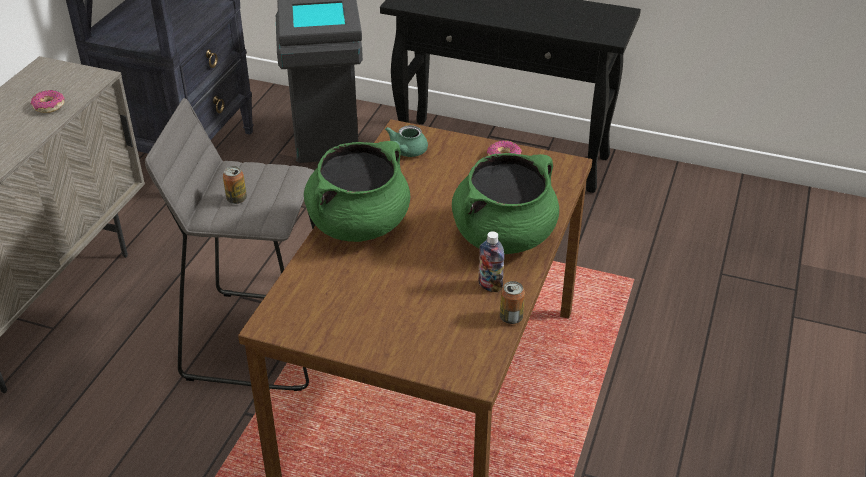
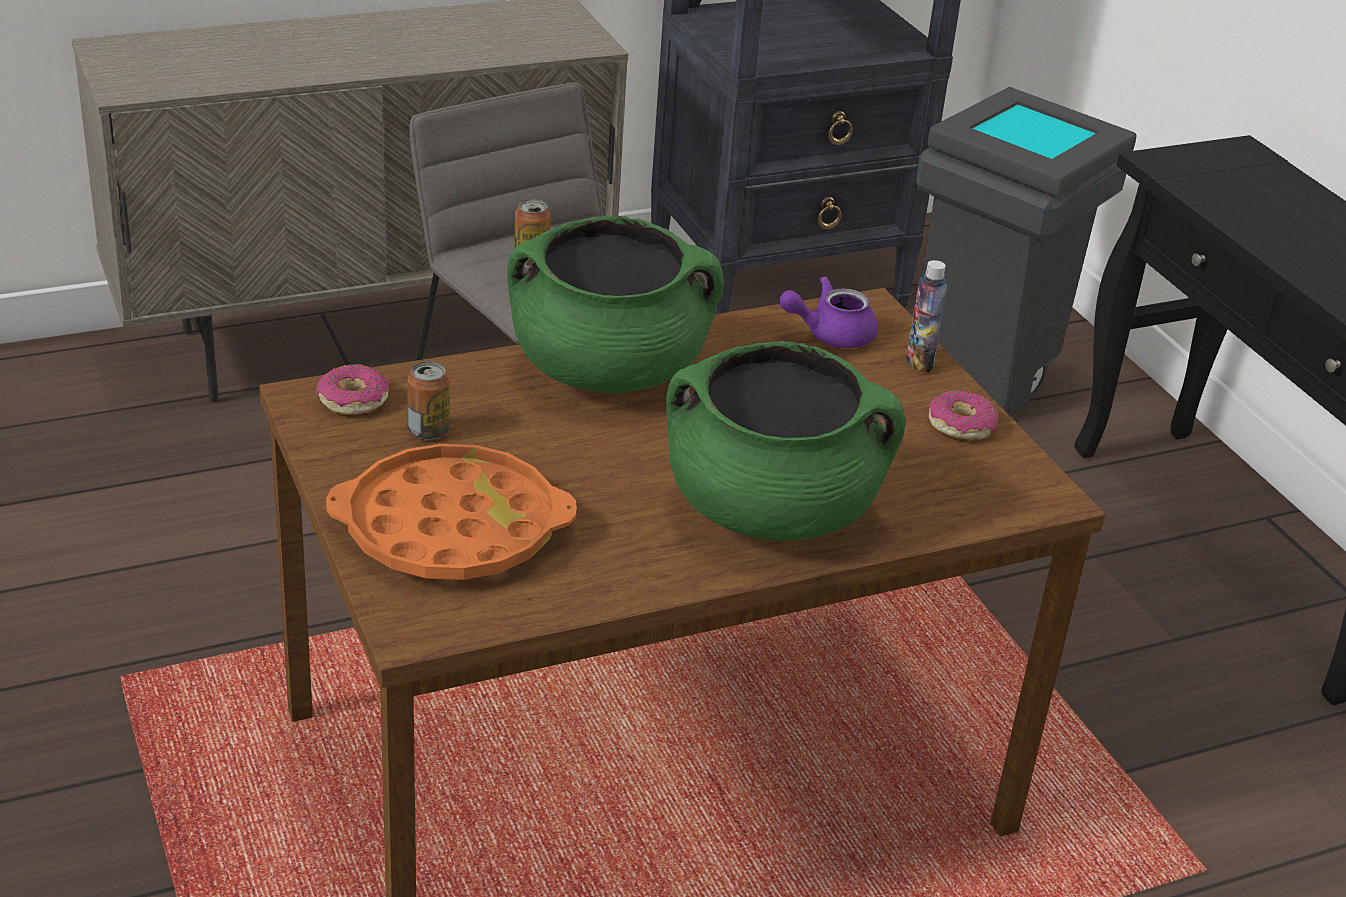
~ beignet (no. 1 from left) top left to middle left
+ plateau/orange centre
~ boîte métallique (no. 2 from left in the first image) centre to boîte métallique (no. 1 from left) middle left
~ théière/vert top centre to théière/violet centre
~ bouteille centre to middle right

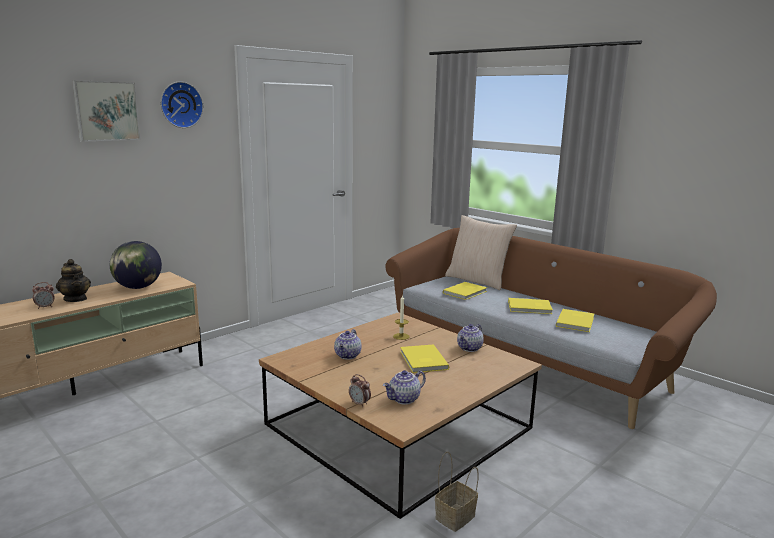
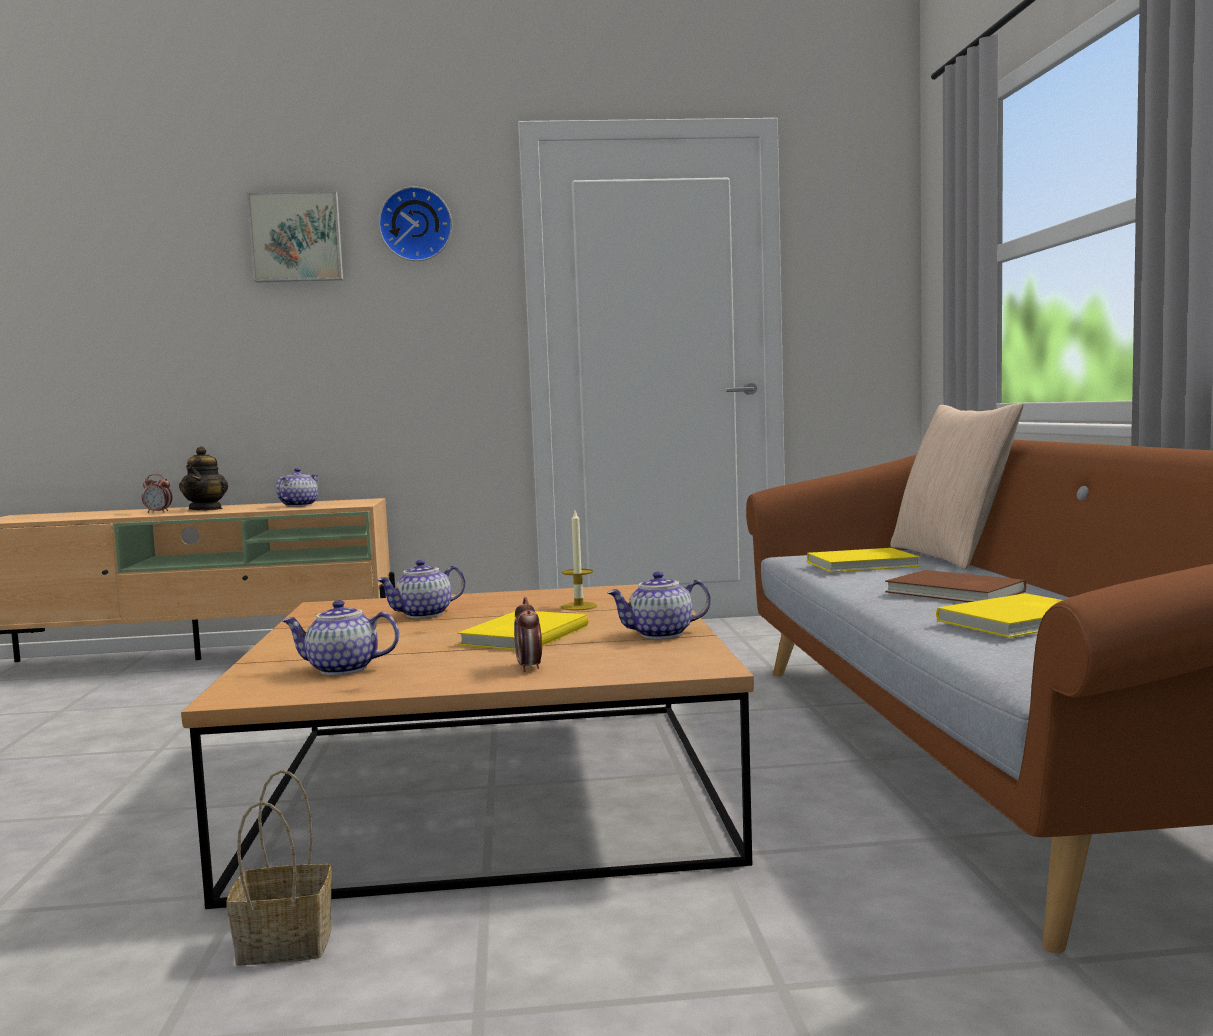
~ globe middle left to théière (no. 2 from left) middle left
~ réveil (no. 2 from left) bottom centre to centre
~ livre/jaune (no. 3 from left) middle right to livre/marron middle right

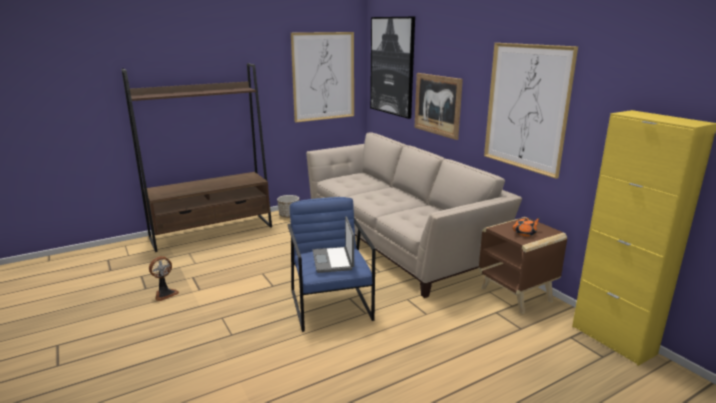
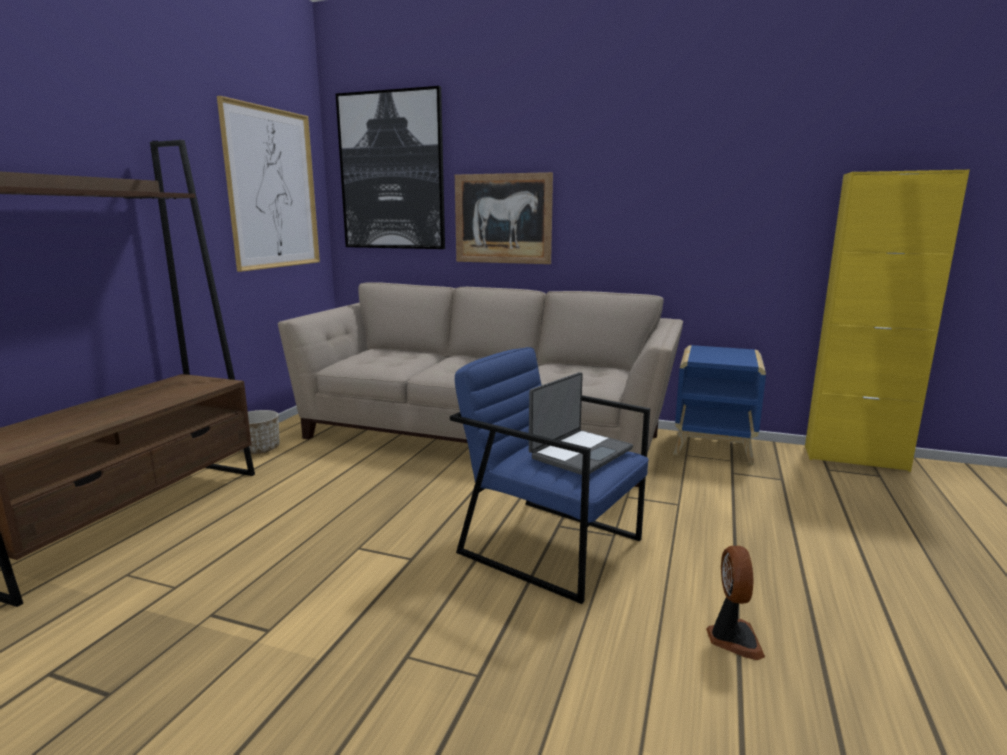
~ ordinateur portable centre = centre 90 degrees counterclockwise
~ table d'appoint/marron middle right to table d'appoint/bleu middle right
~ ventilateur bottom left to bottom right
- tableau (no. 4 from left) top right
- théière/orange middle right

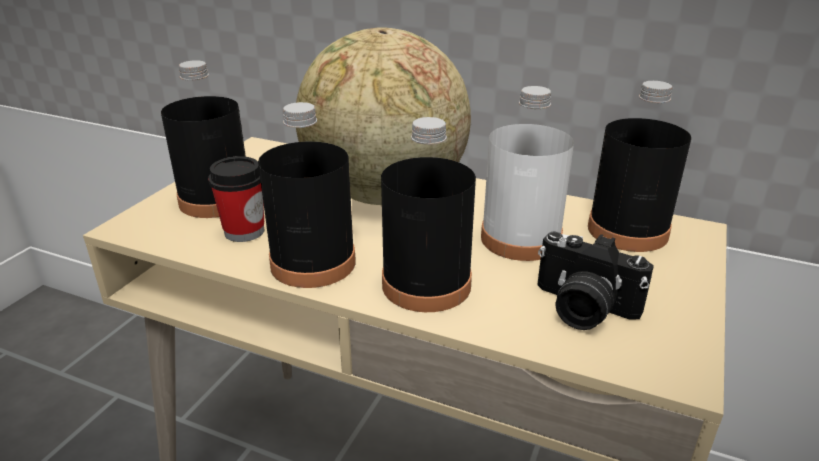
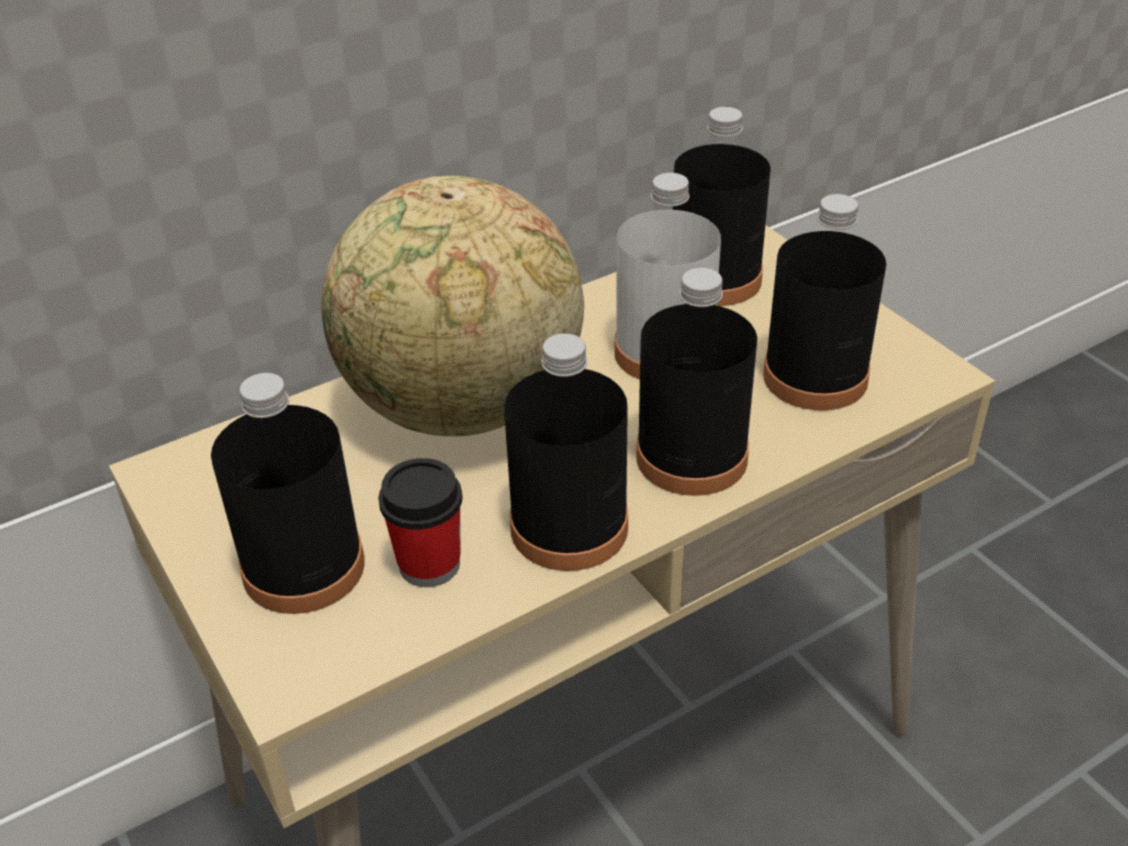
~ appareil photo middle right to bouteille/noir (no. 5 from left) middle right

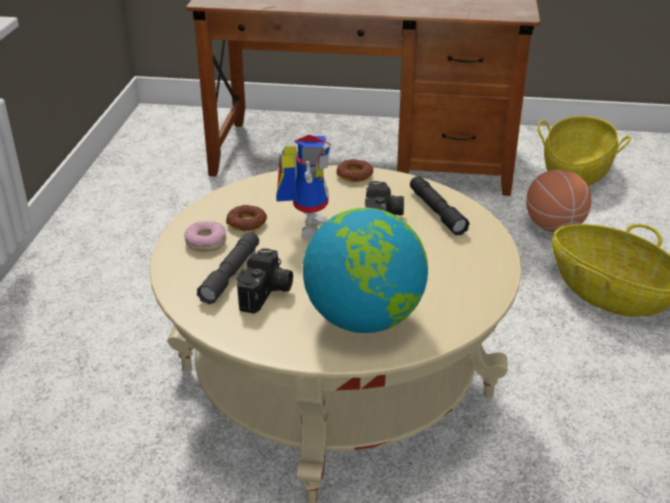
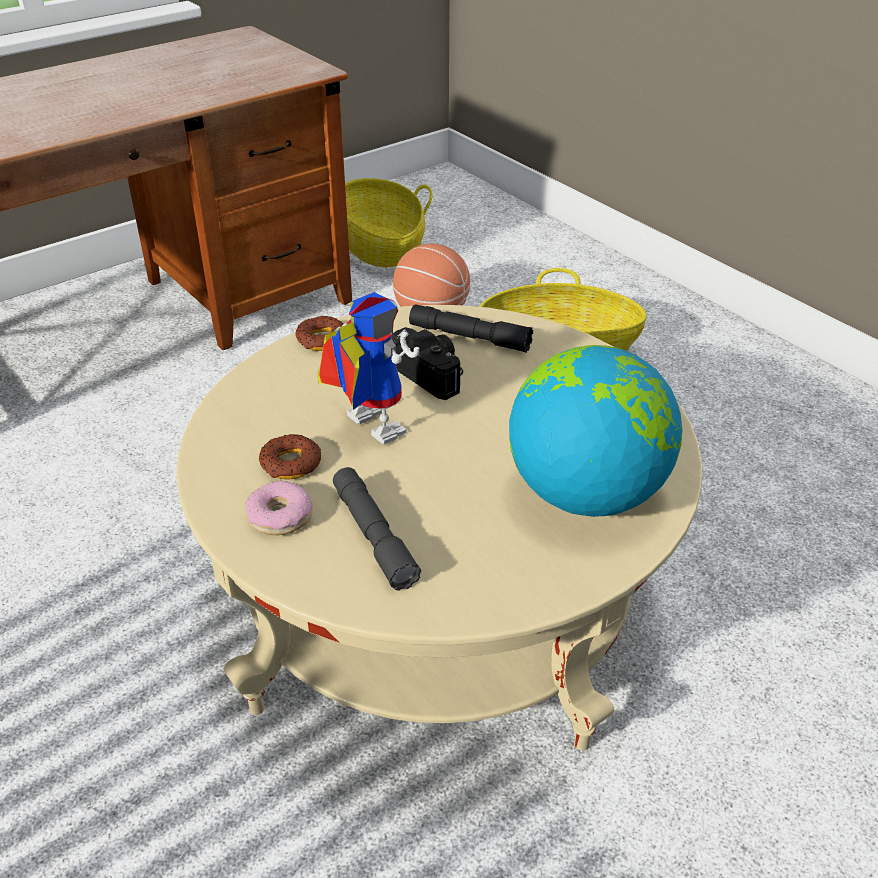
- appareil photo (no. 1 from left) centre

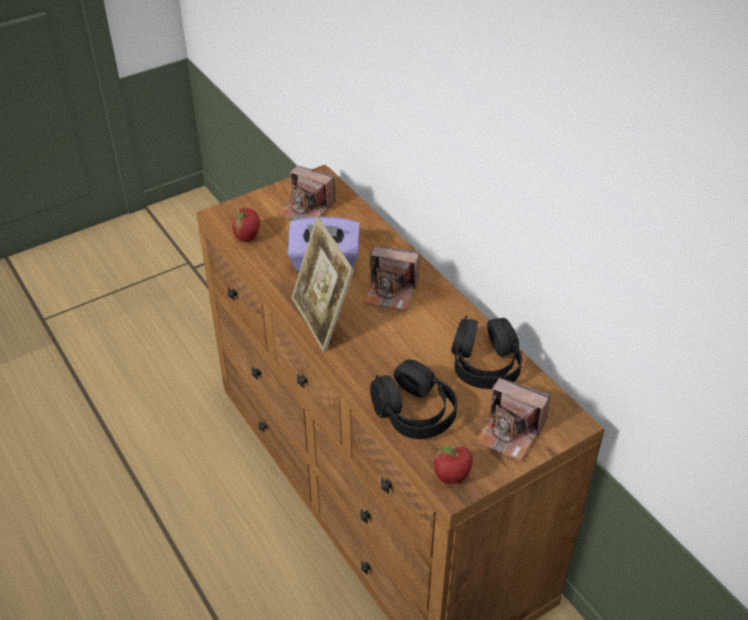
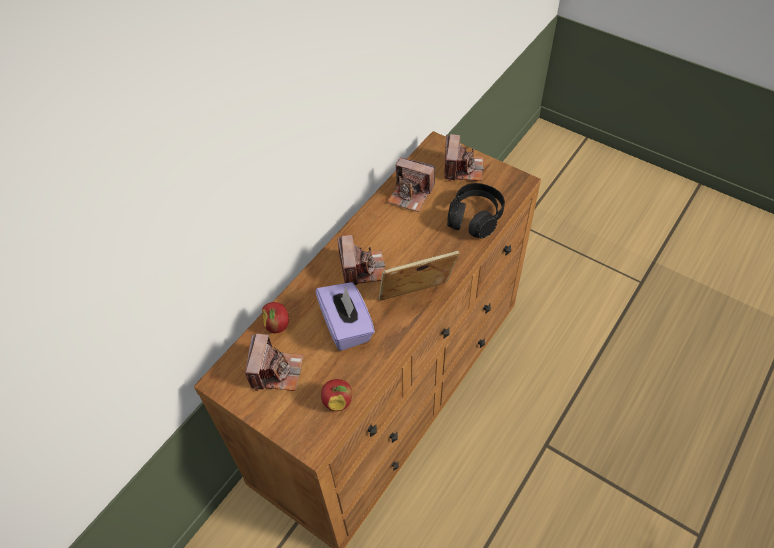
~ pomme (no. 2 from left in the first image) bottom centre to pomme (no. 1 from left) centre
~ cadre photo centre = centre 150 degrees counterclockwise
~ casque audio/noir (no. 2 from left) centre to appareil photo (no. 3 from left) centre

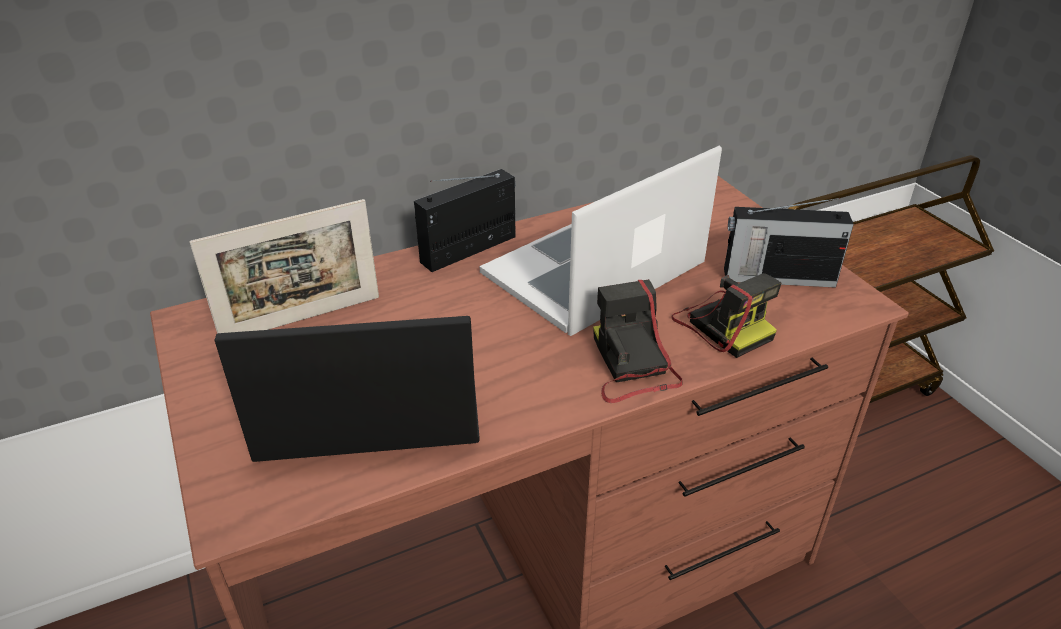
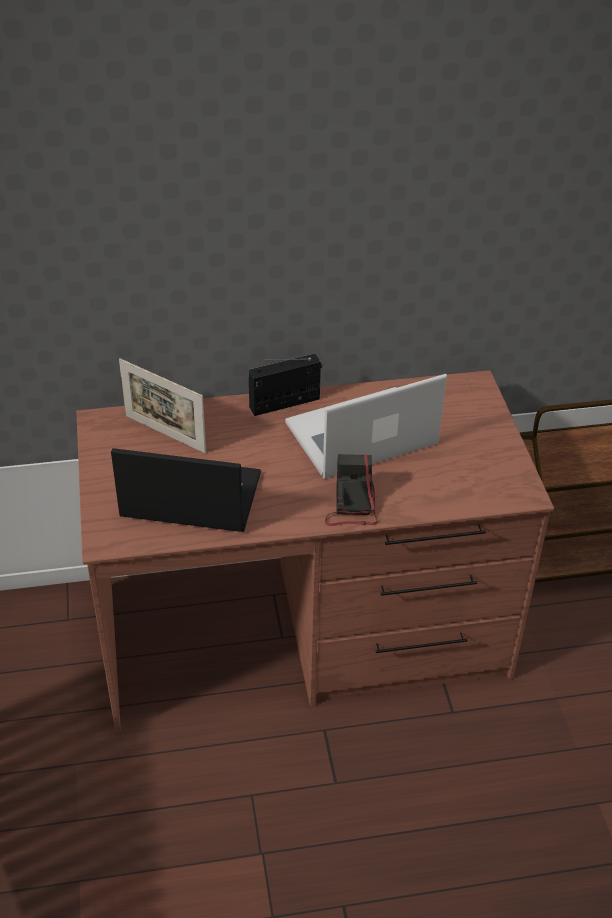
~ cadre photo middle left = middle left 45 degrees clockwise
- appareil photo (no. 2 from left) middle right
- radio (no. 2 from left) middle right

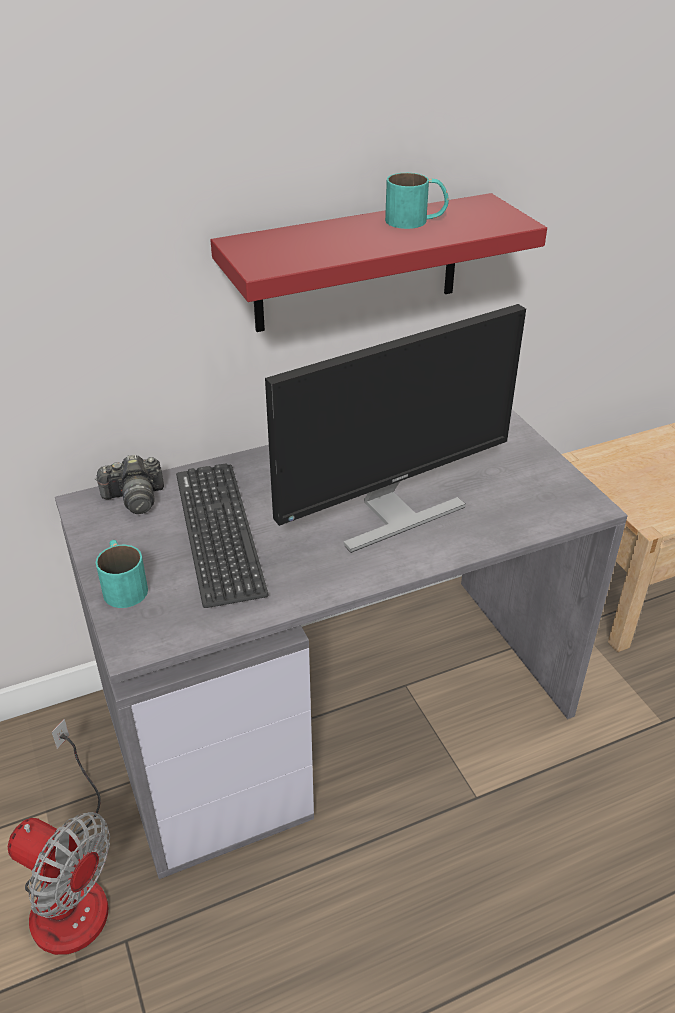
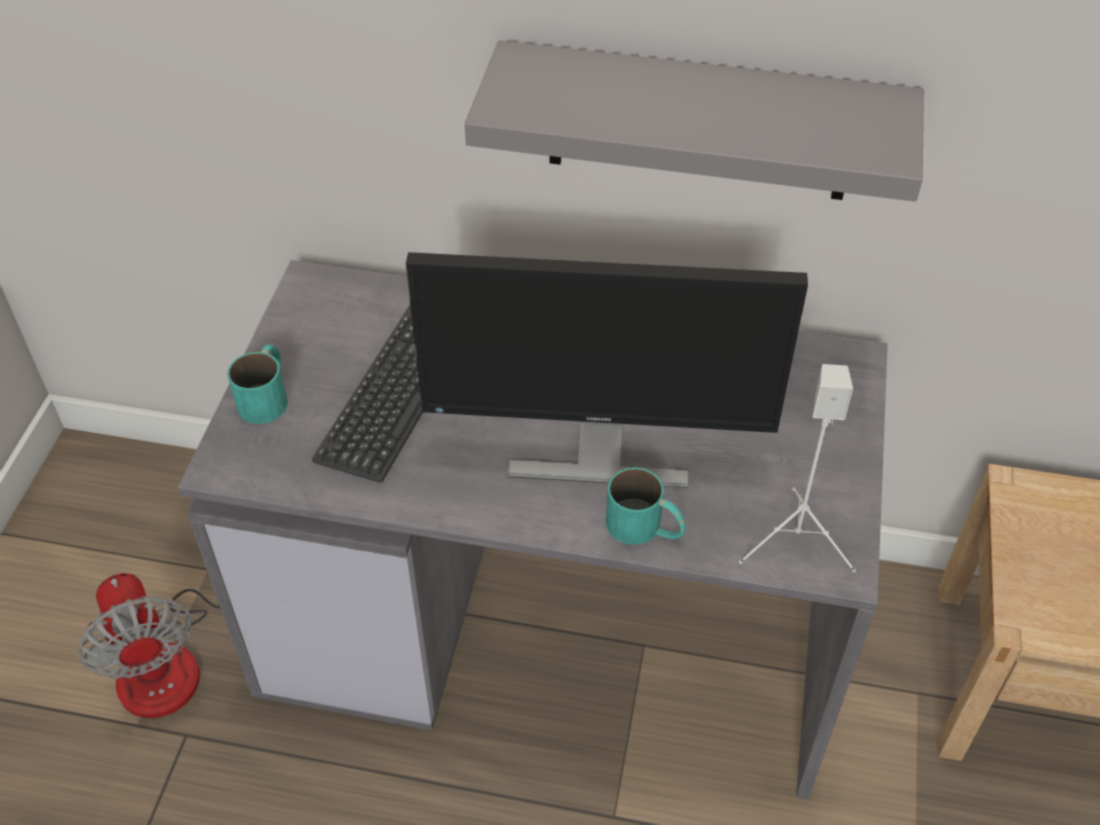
~ étagère/rouge top centre to étagère/gris top centre
~ mug/turquoise (no. 2 from left) top centre to centre
+ enceinte/blanc middle right
- appareil photo middle left

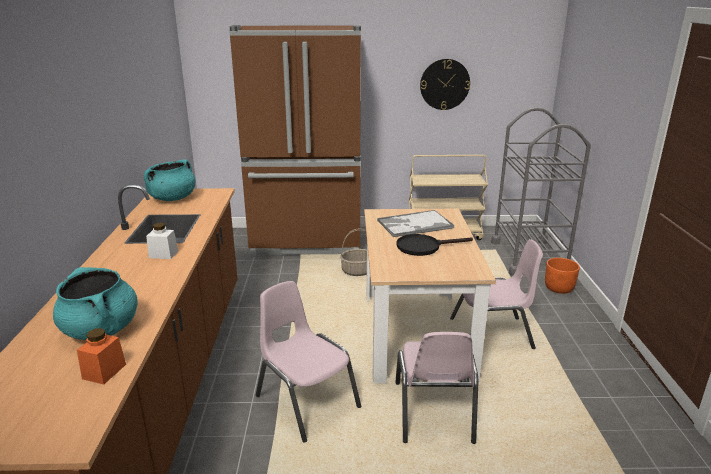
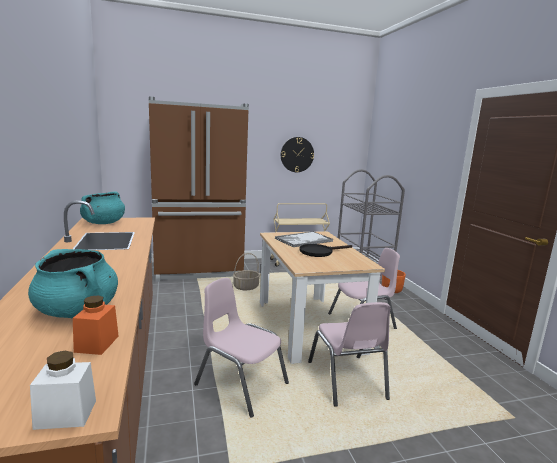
~ bocal/blanc middle left to bottom left

